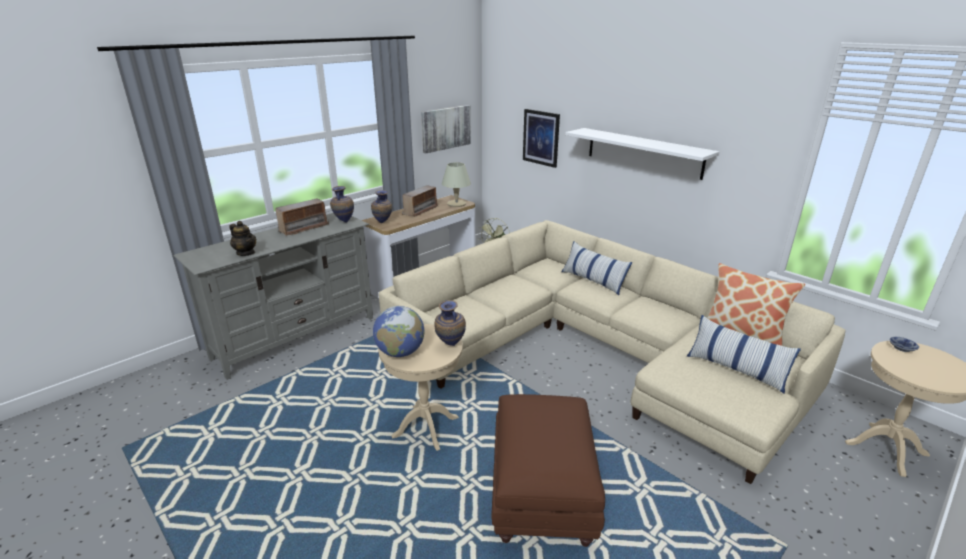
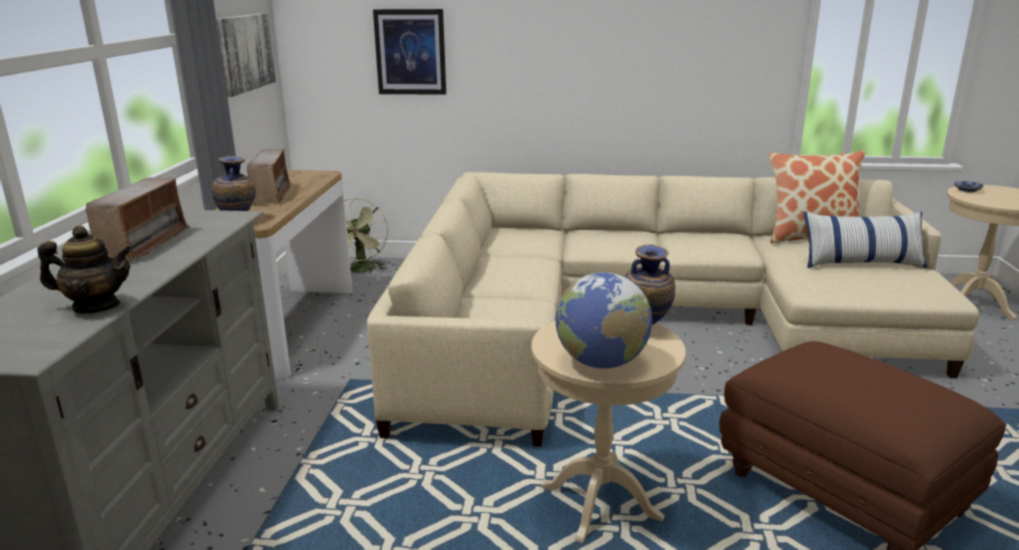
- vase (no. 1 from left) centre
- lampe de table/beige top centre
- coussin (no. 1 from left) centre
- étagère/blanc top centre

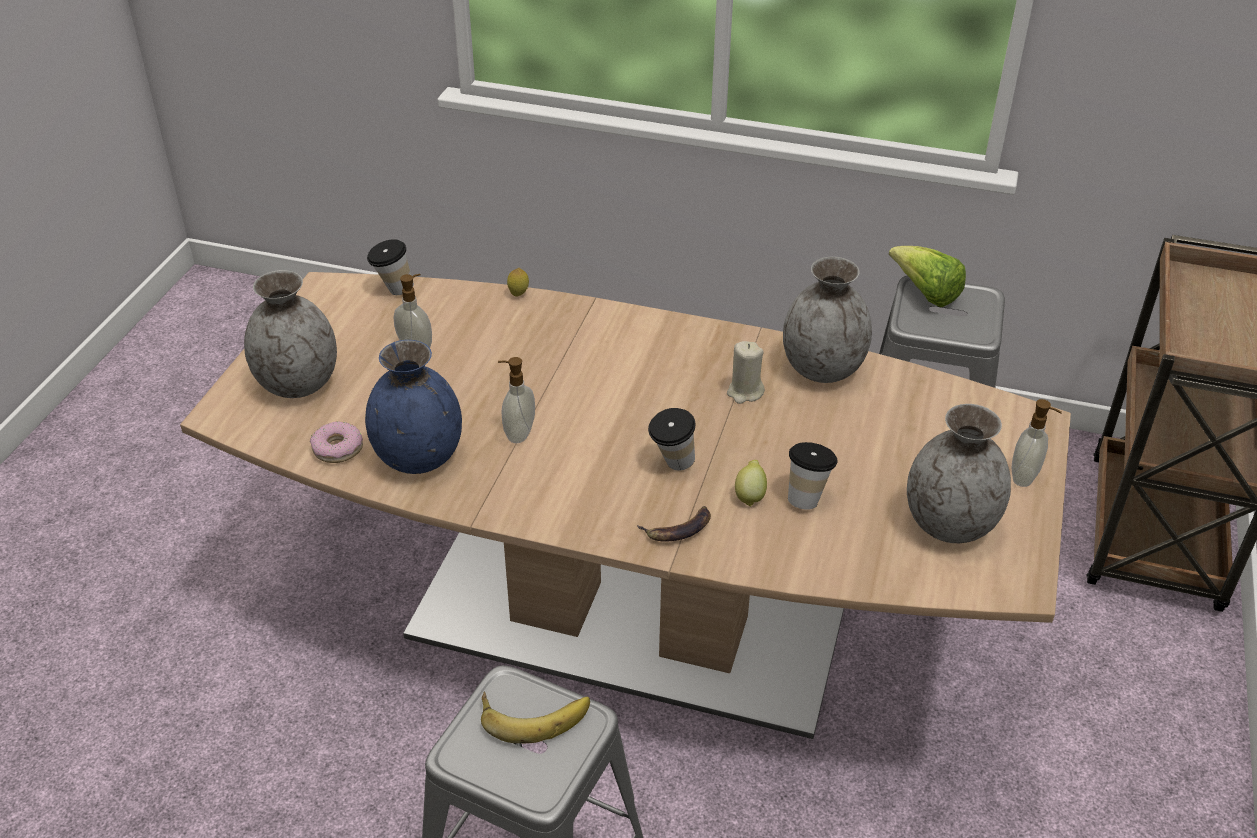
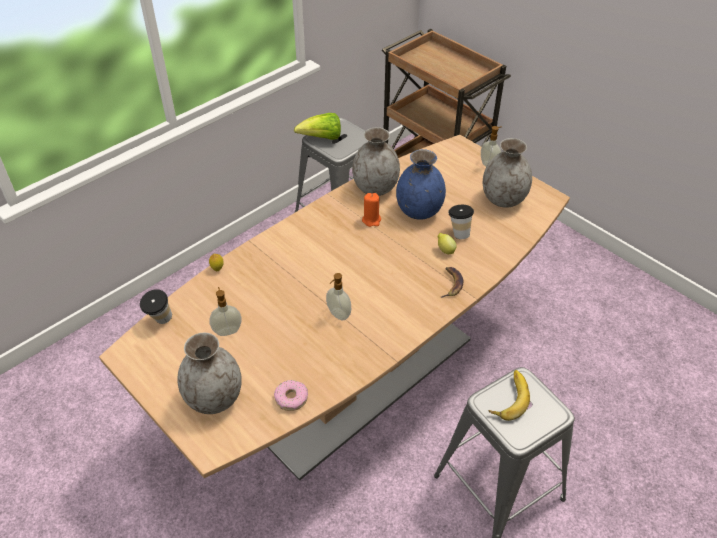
~ bougie/beige centre to bougie/orange centre
~ vase/bleu middle left to centre
- tasse (no. 2 from left) centre

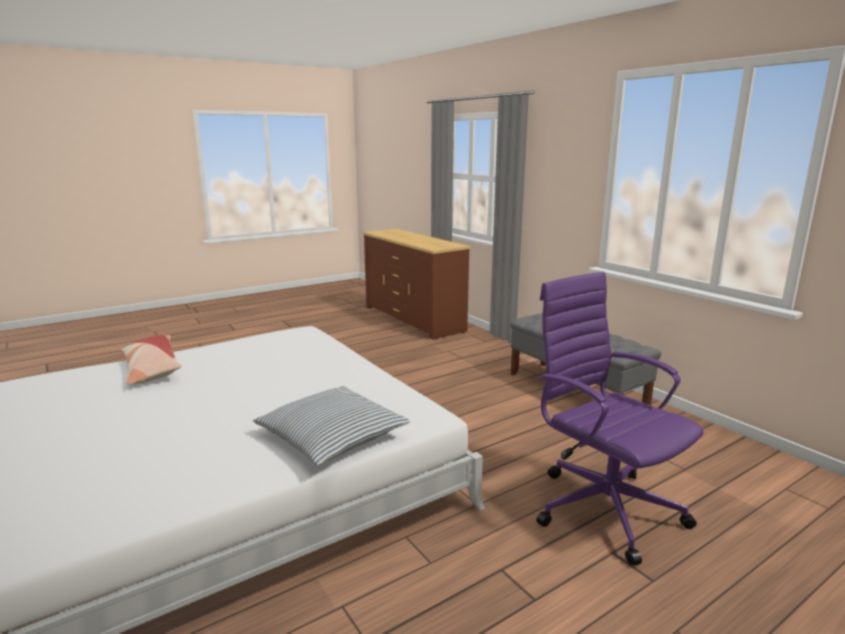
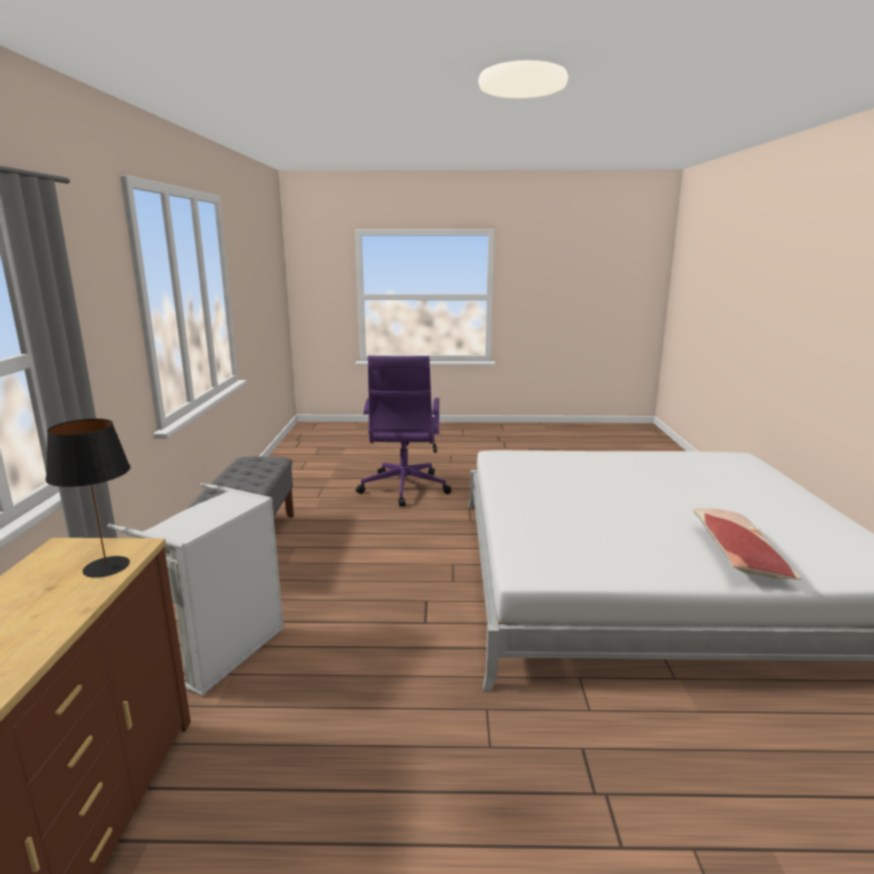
+ lampe de table/noir middle left
+ panier à linge/gris bottom left
- coussin (no. 2 from left) bottom centre

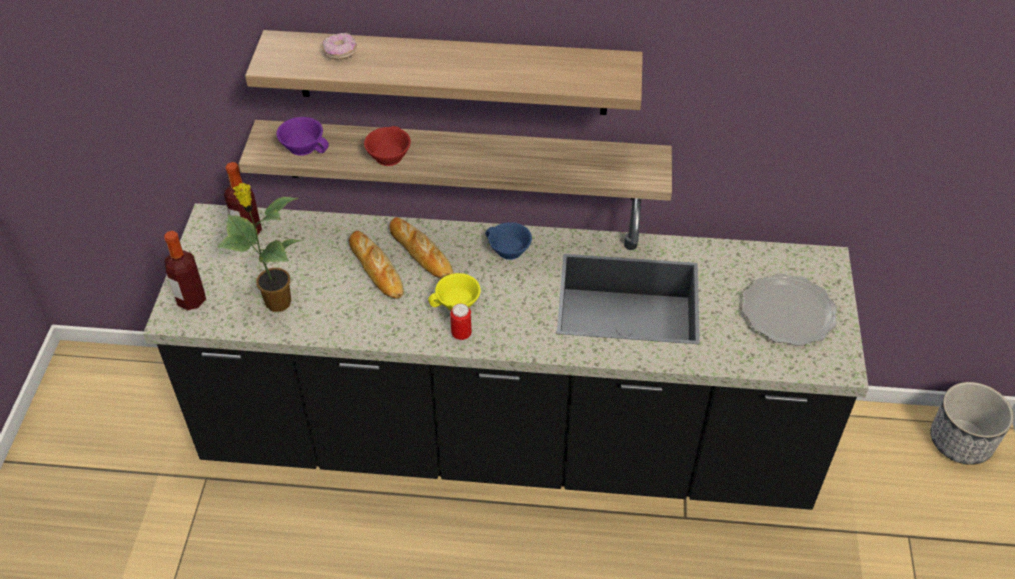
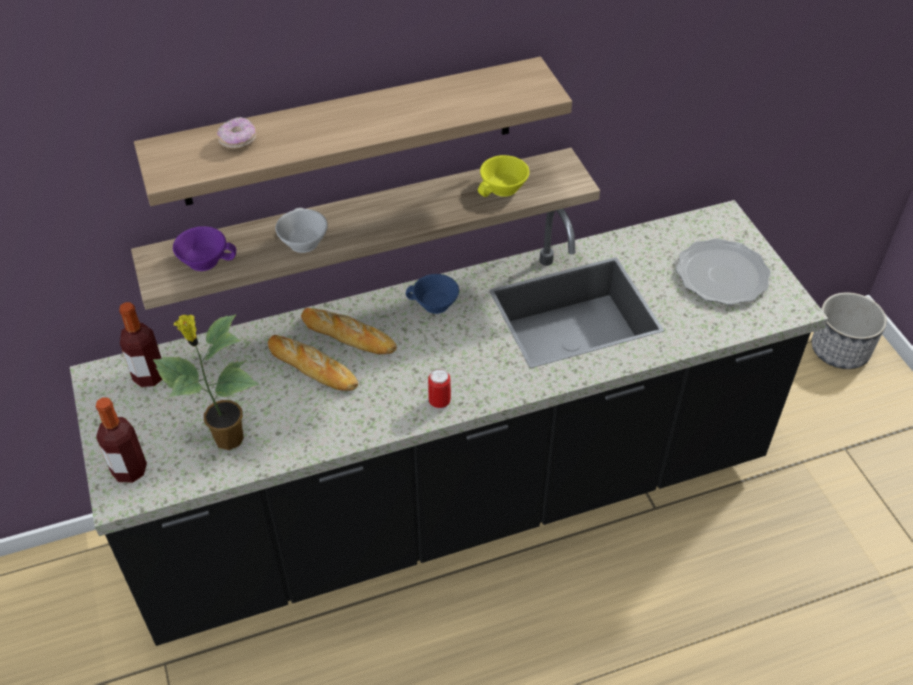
~ tasse/rouge top centre to tasse/blanc middle left
~ tasse/jaune centre to top centre

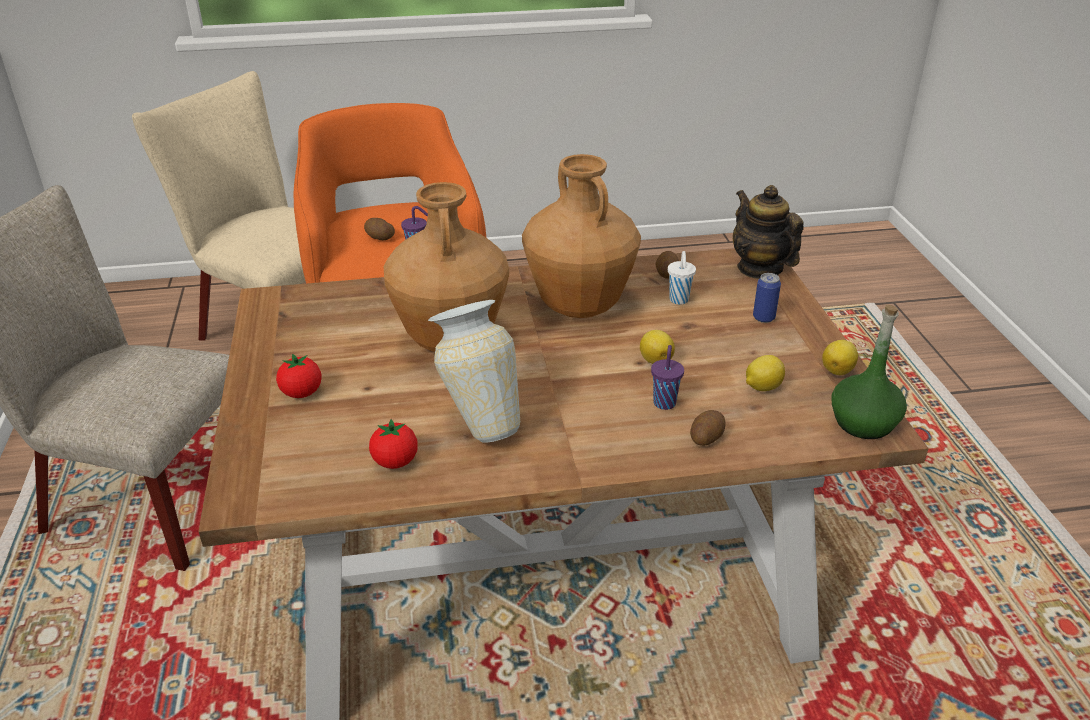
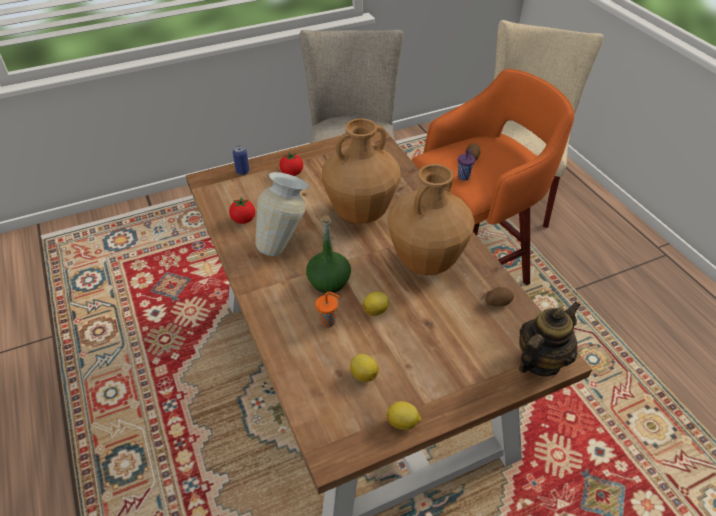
~ boîte métallique middle right to top centre
~ bouteille/vert middle right to centre
~ tasse/violet (no. 2 from left) centre to tasse/orange centre
- tasse/blanc centre
- pomme de terre (no. 3 from left) centre

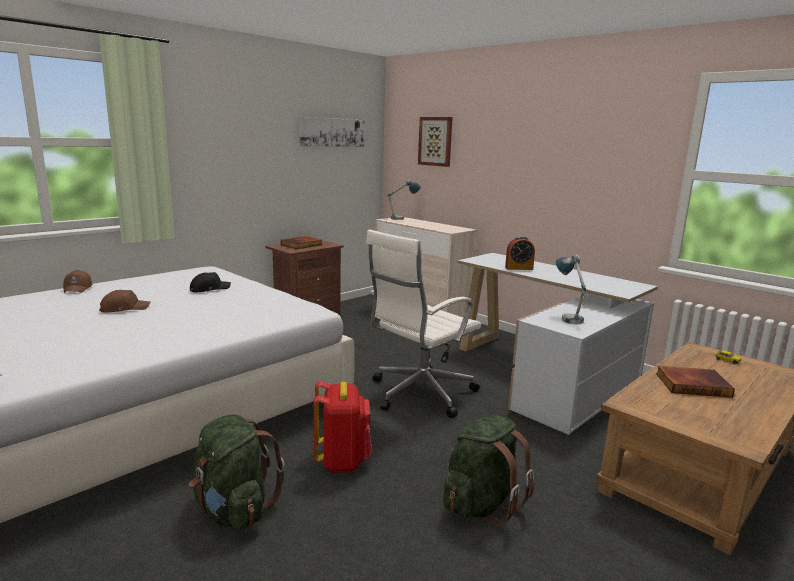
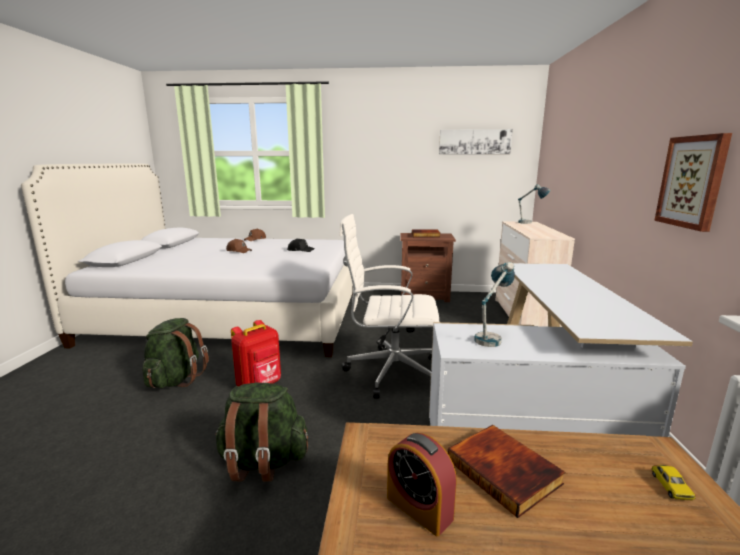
~ réveil centre to bottom centre
~ tableau (no. 2 from left) top centre to top right

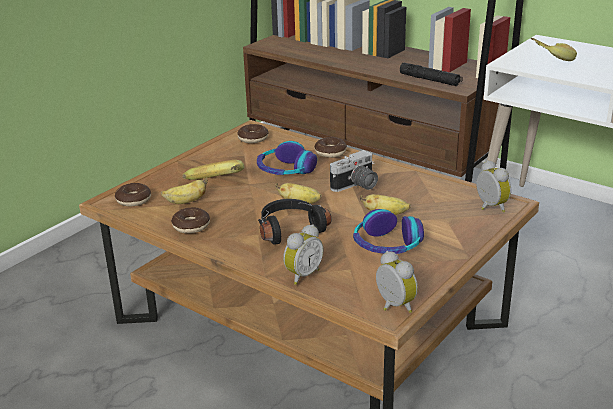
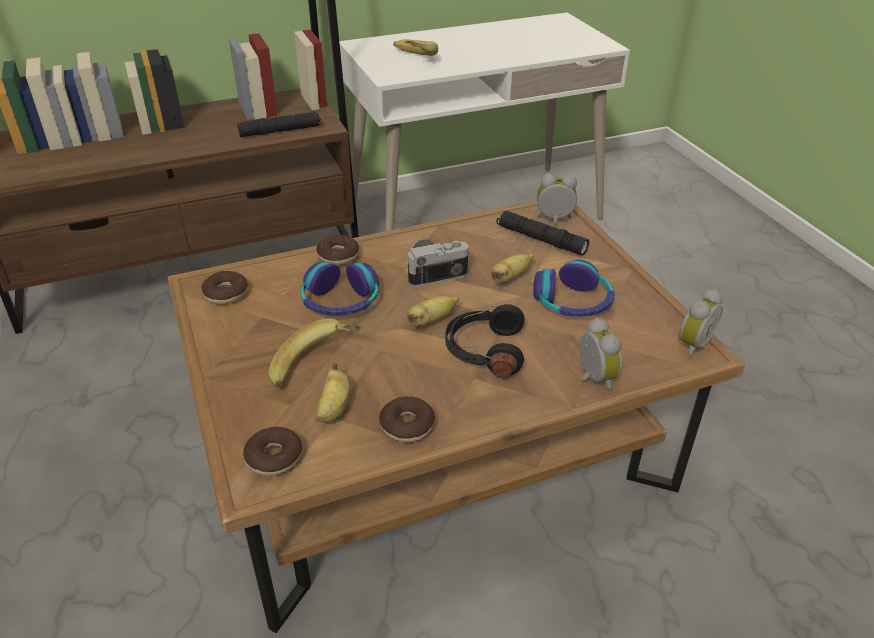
~ appareil photo centre = centre 105 degrees counterclockwise
+ lampe de poche/noir (no. 2 from left) centre
~ réveil (no. 2 from left in the first image) bottom centre = middle right 135 degrees clockwise

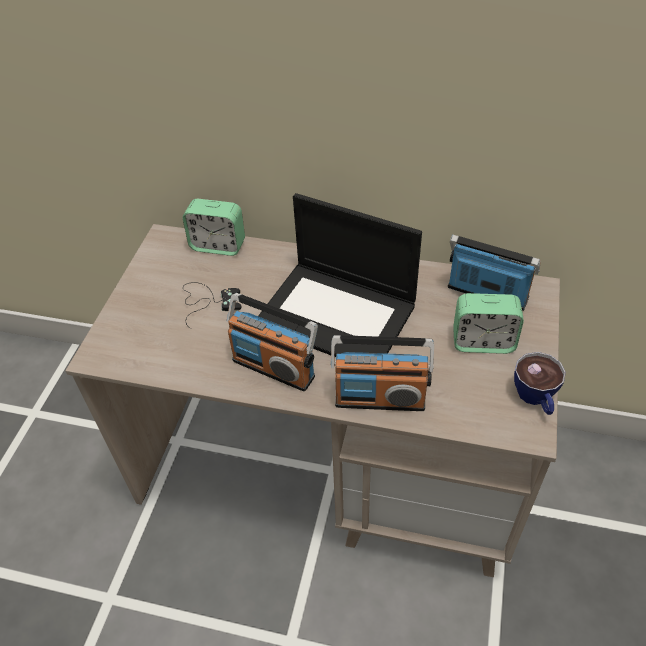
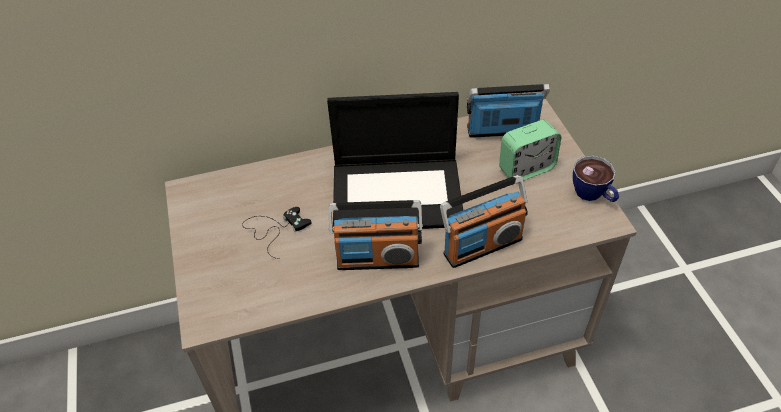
- réveil (no. 1 from left) middle left

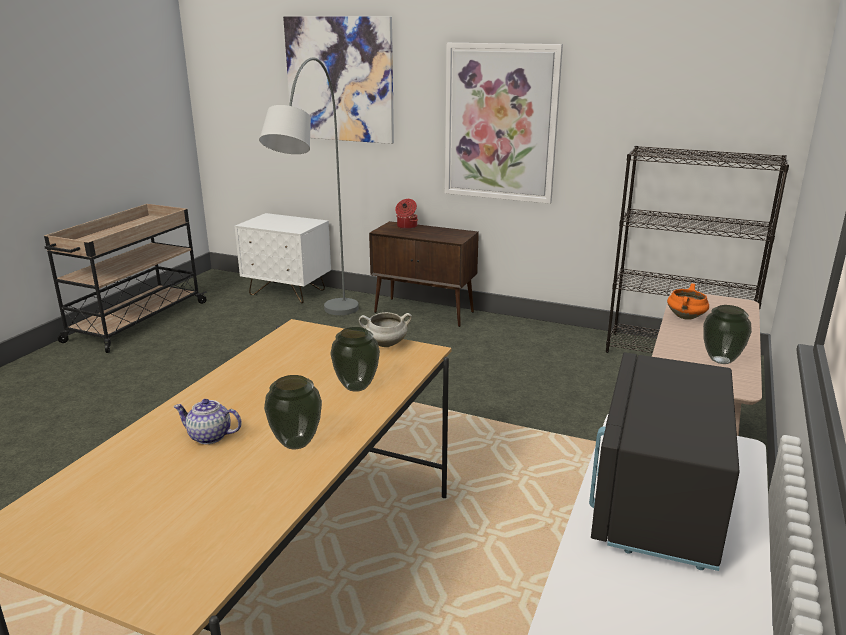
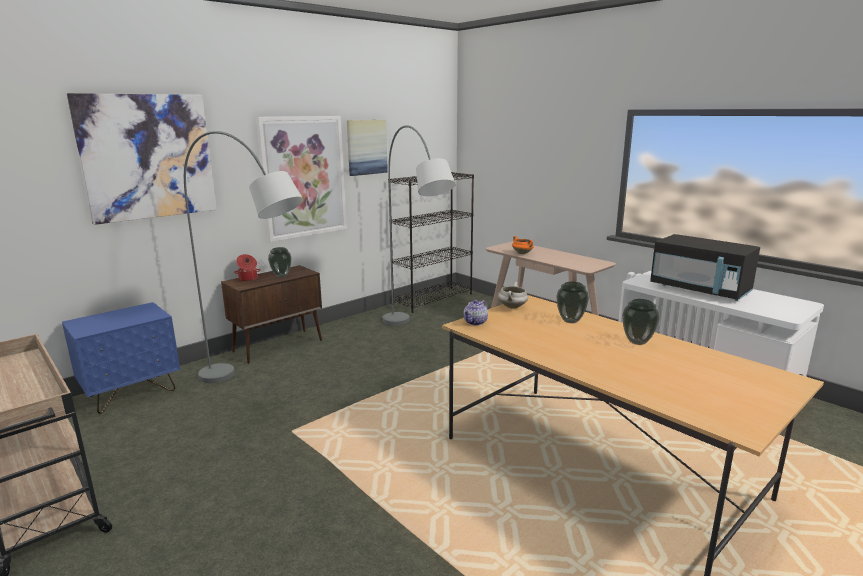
~ table de chevet/blanc centre to table de chevet/bleu middle left
~ vase (no. 3 from left in the first image) middle right to vase (no. 1 from left) middle left
+ tableau (no. 3 from left) top centre
+ lampadaire/gris (no. 2 from left) centre
~ théière middle left to centre

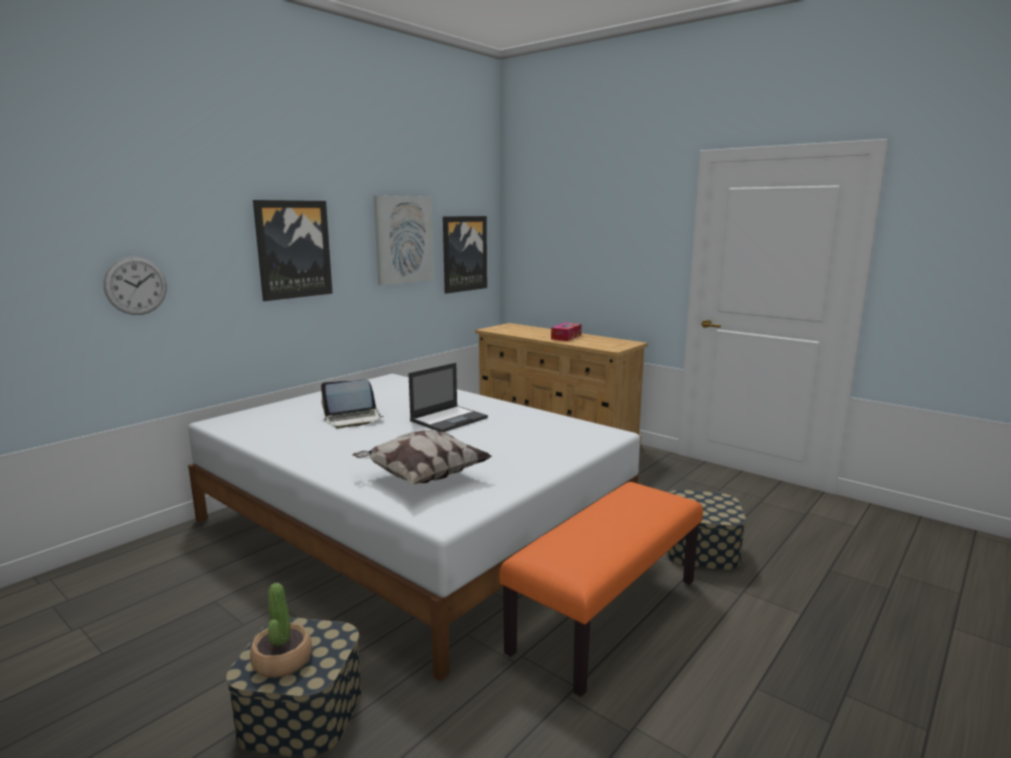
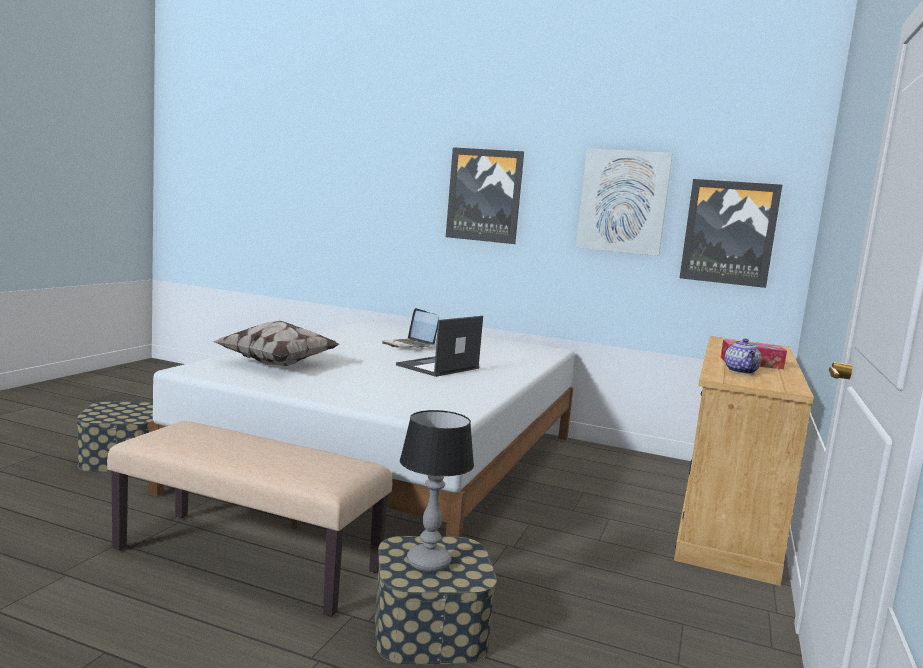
~ banc/orange bottom centre to banc/beige bottom left
~ ordinateur portable (no. 2 from left) centre = centre 105 degrees clockwise
+ lampe de table bottom centre
+ théière middle right
- horloge murale middle left
- plante en pot bottom left

